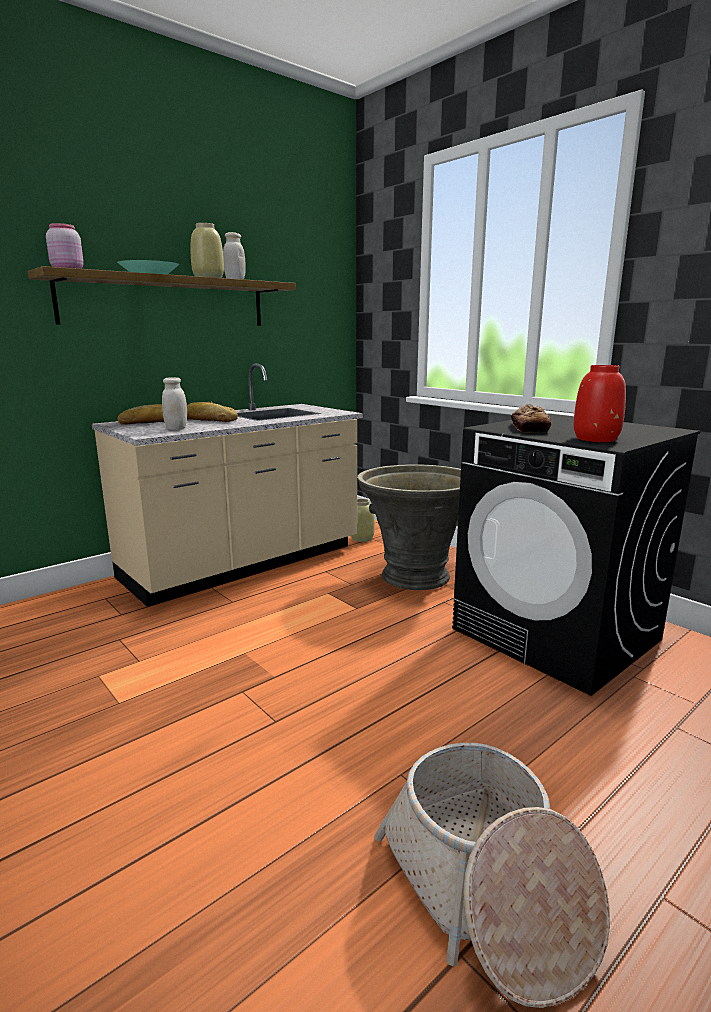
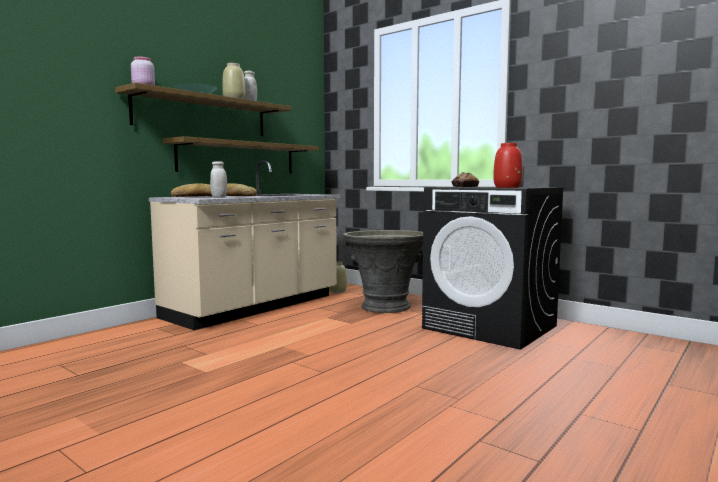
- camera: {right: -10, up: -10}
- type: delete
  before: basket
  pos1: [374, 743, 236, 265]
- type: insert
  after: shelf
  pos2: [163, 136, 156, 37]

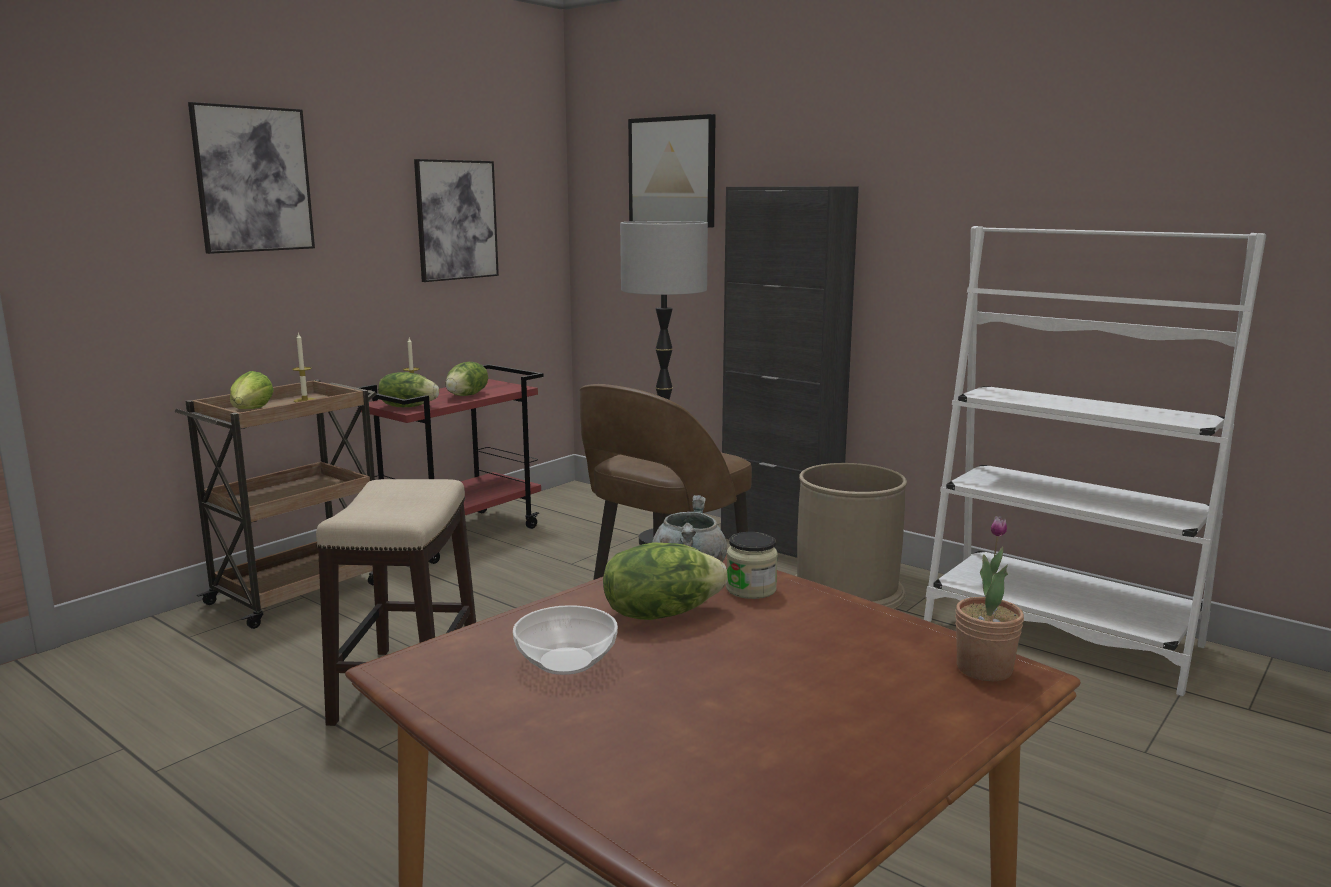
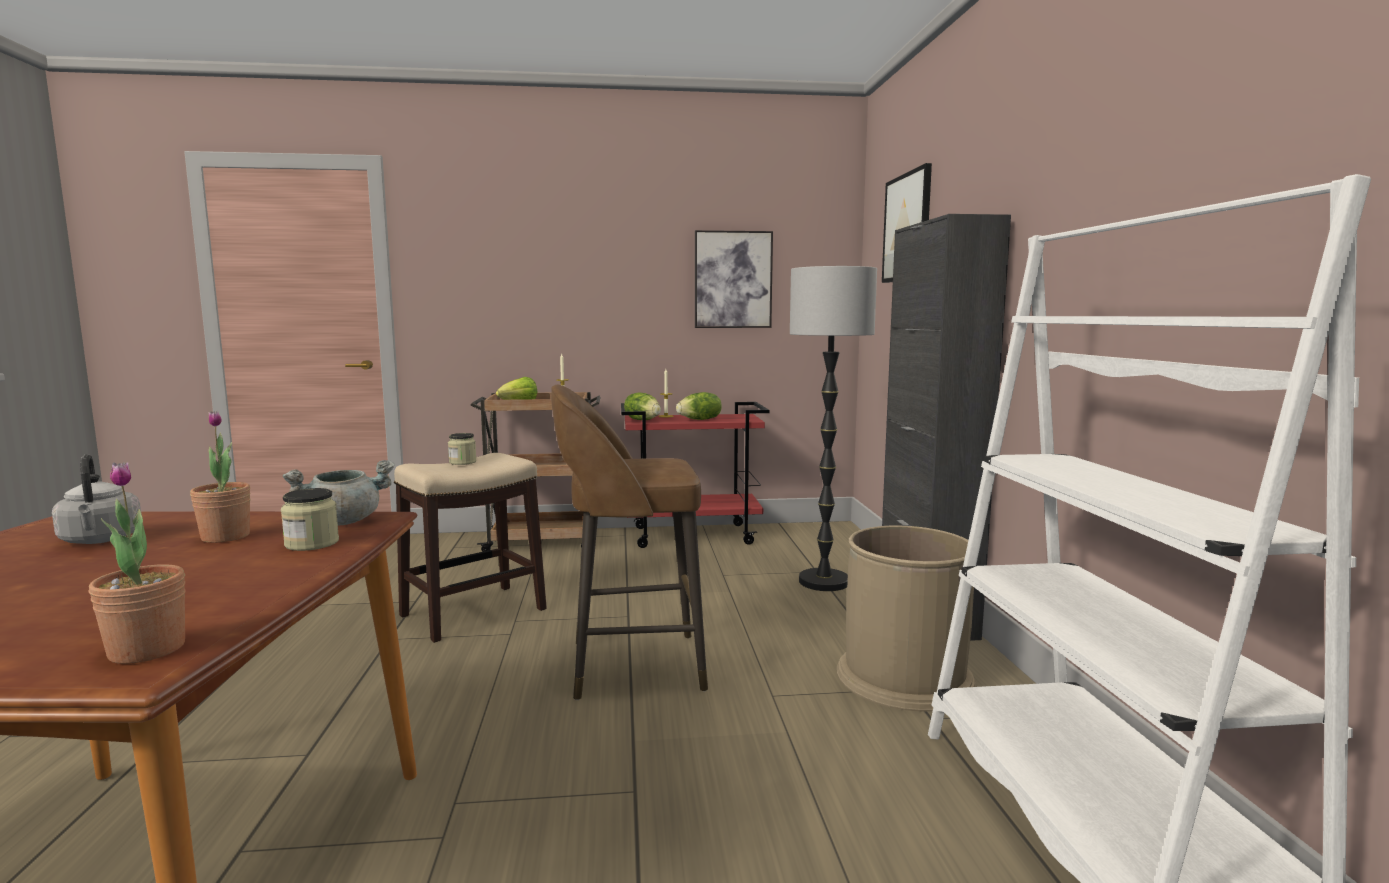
- camera: {right: 45, up: -5}
- type: delete
  before: picture
  pos1: [188, 102, 127, 152]
- type: replace
  before: lettuce
  after: potted plant
  pos1: [603, 542, 125, 78]
  pos2: [190, 411, 60, 132]
- type: replace
  before: bowl
  after: grey kettle
  pos1: [513, 605, 105, 70]
  pos2: [52, 454, 89, 90]
- type: insert
  after: jar
  pos2: [448, 433, 29, 32]

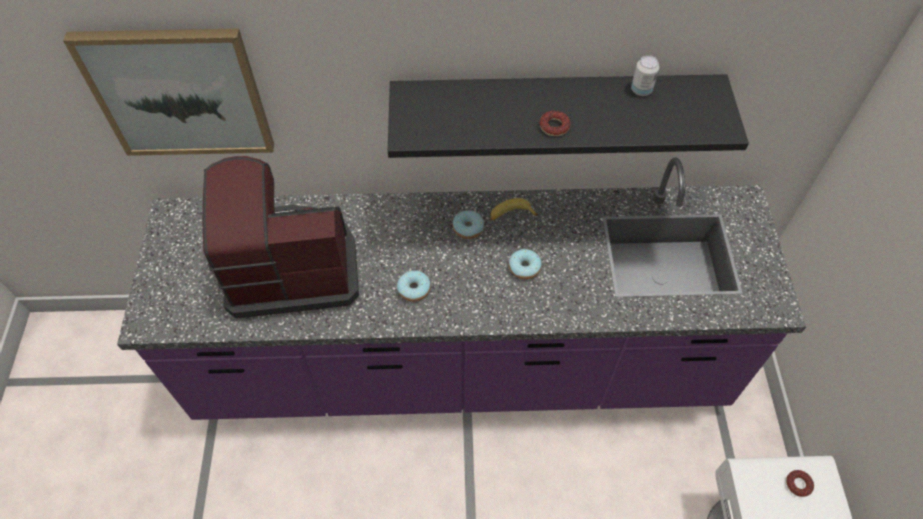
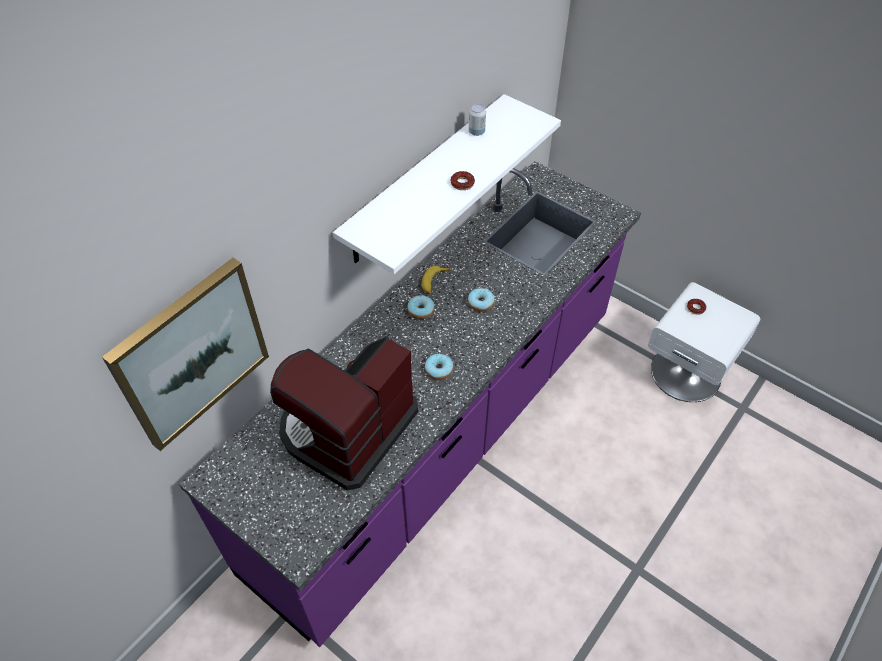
- camera: {right: -50, up: -5}
- type: recolor
  before: black shelf
  after: white shelf
  pos1: [388, 74, 361, 84]
  pos2: [333, 94, 228, 180]

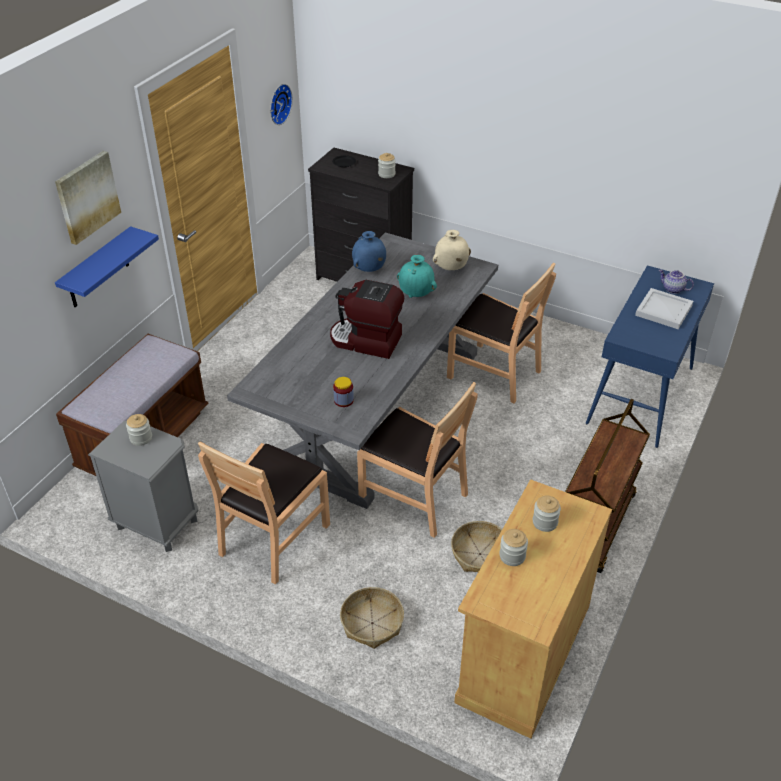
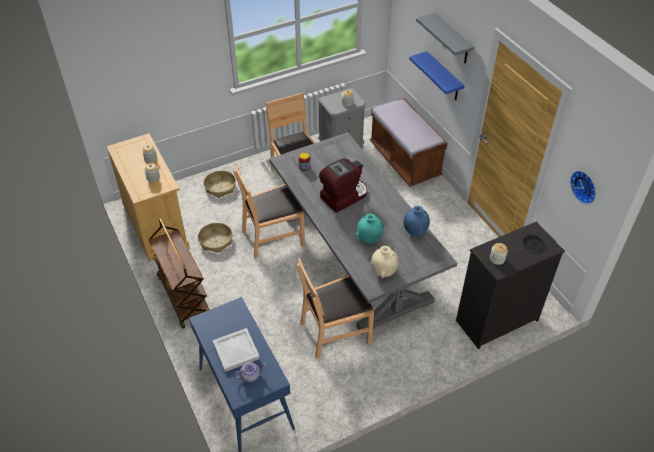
- camera: {right: 125, up: 5}
- type: replace
  before: picture
  after: grey shelf
  pos1: [55, 151, 66, 94]
  pos2: [416, 13, 59, 50]

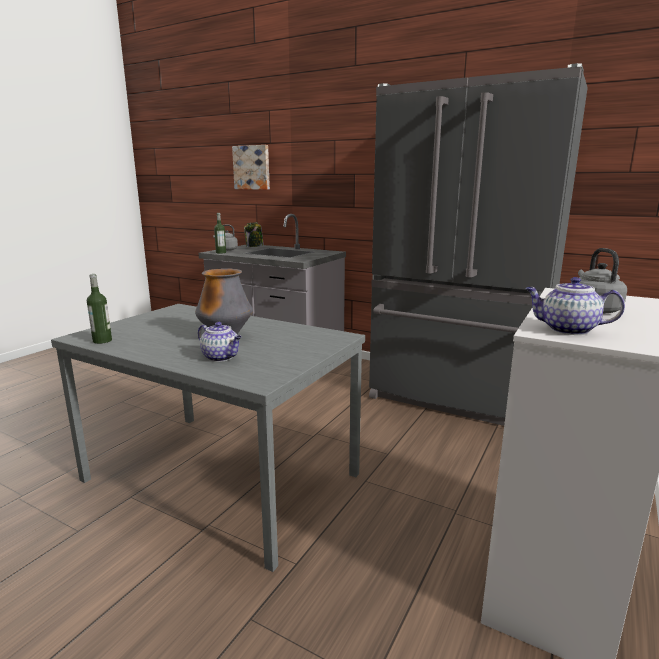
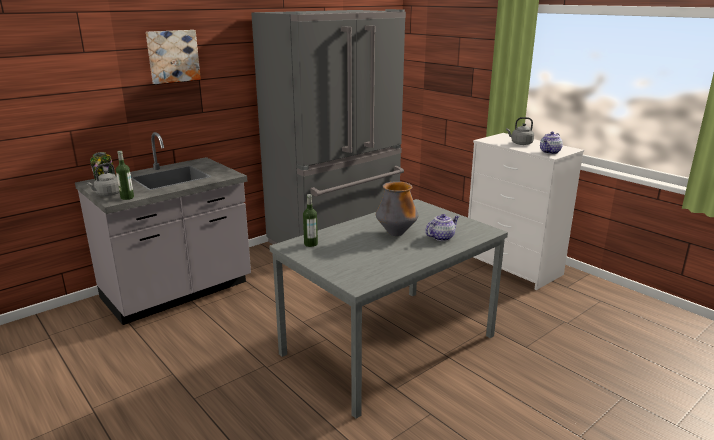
- camera: {right: -70, up: 5}
- type: move
  before: picture
  pos1: [232, 145, 38, 45]
  pos2: [146, 30, 55, 54]
- type: move
  before: bottle
  pos1: [87, 274, 25, 70]
  pos2: [303, 194, 15, 53]

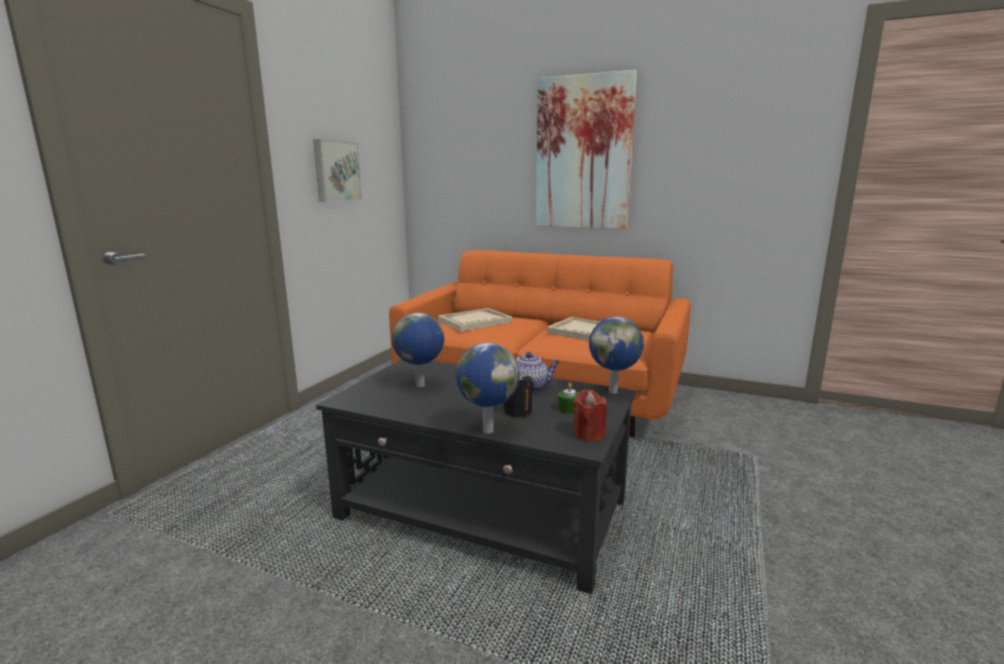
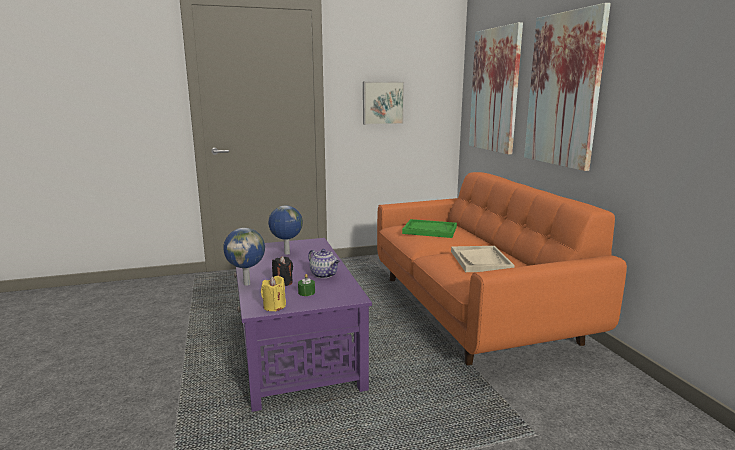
- camera: {right: 50, up: 0}
- type: recolor
  before: beige tray
  after: green tray
  pos1: [438, 308, 74, 24]
  pos2: [402, 219, 55, 19]
- type: delete
  before: globe
  pos1: [589, 317, 55, 77]
- type: recolor
  before: black coffee table
  after: purple coffee table
  pos1: [316, 359, 320, 235]
  pos2: [234, 238, 138, 174]
- type: recolor
  before: red candle
  after: yellow candle
  pos1: [573, 390, 34, 51]
  pos2: [261, 276, 25, 36]
- type: insert
  after: picture
  pos2: [469, 22, 54, 133]

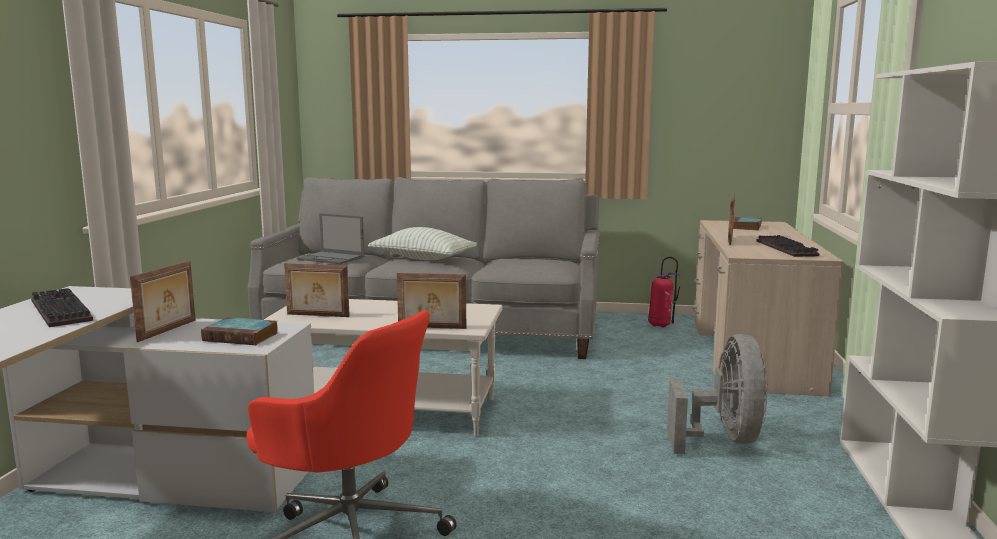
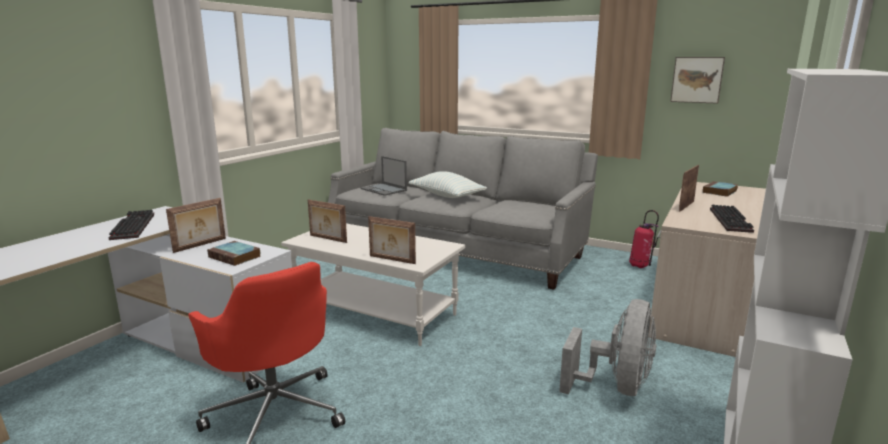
- camera: {right: 20, up: 5}
- type: insert
  after: picture
  pos2: [670, 57, 55, 47]

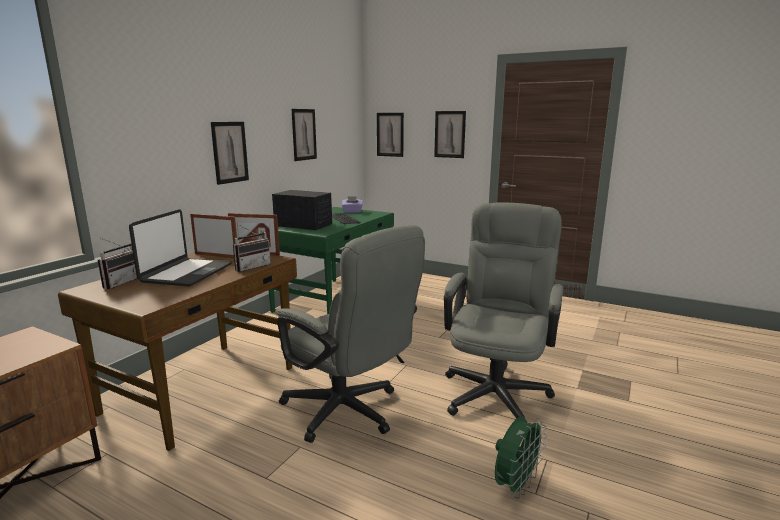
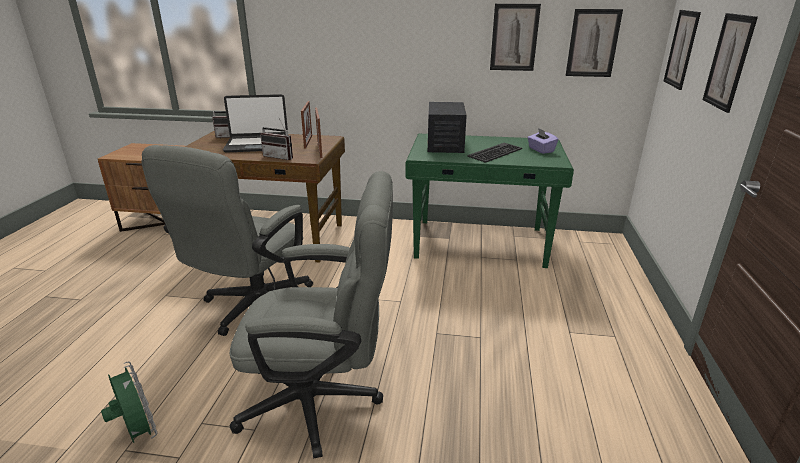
- camera: {right: 70, up: 10}
- type: move
  before: picture
  pos1: [211, 122, 38, 63]
  pos2: [566, 9, 57, 68]
- type: rotate
  before: green fan
  pos1: [495, 417, 52, 82]
  pos2: [101, 362, 56, 81]
  turn: -150

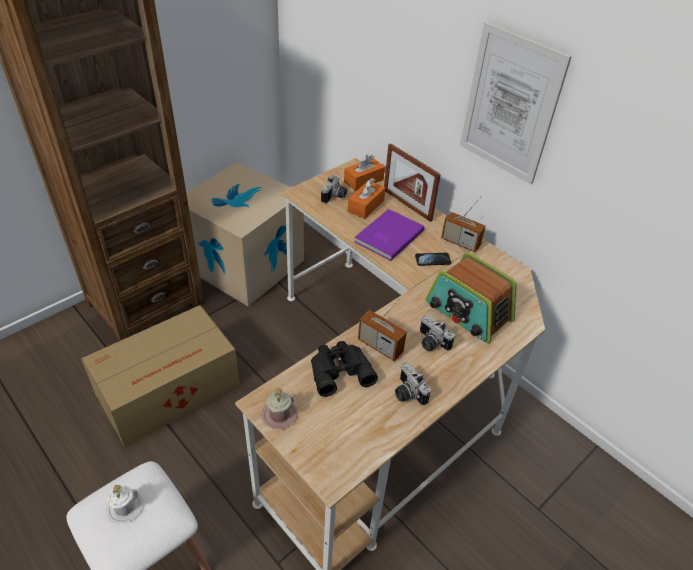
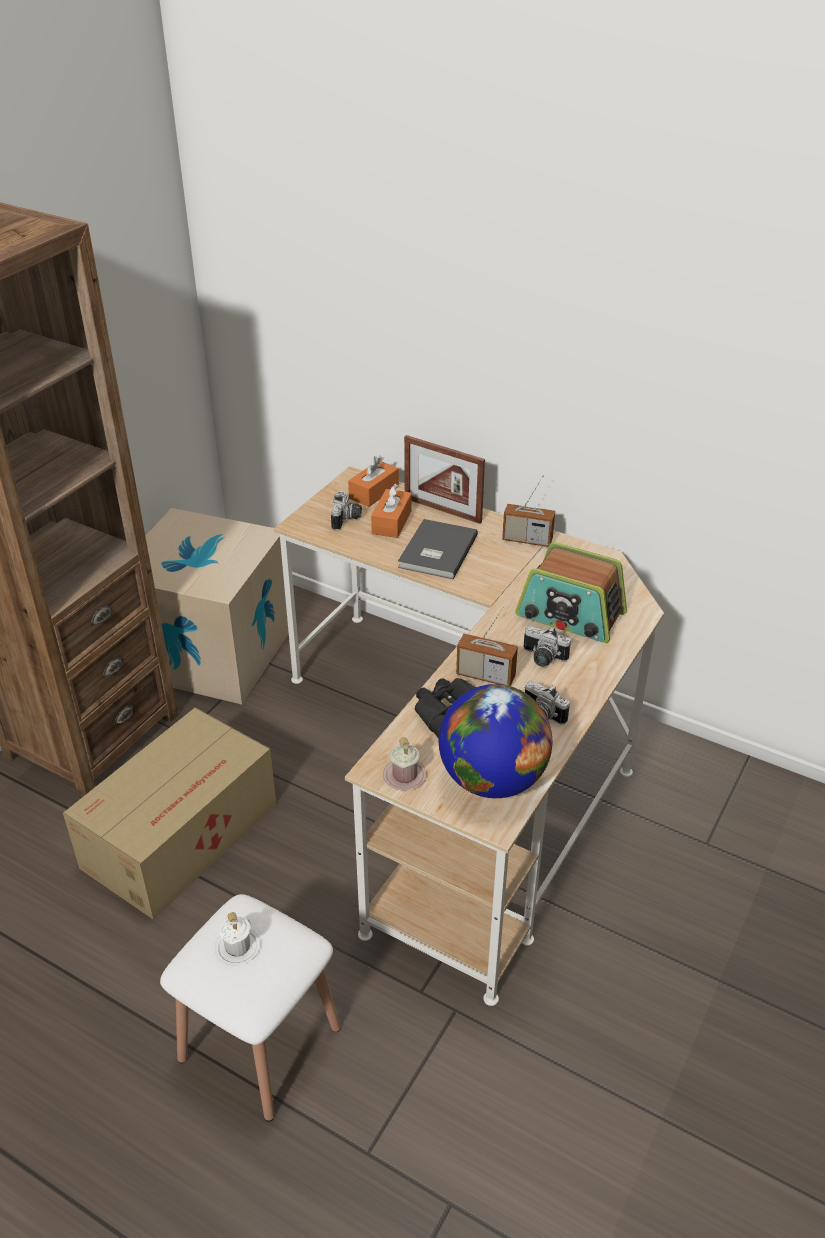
- camera: {right: -15, up: -5}
- type: delete
  before: picture
  pos1: [460, 22, 112, 162]
- type: recolor
  before: purple book
  after: grey book
  pos1: [354, 209, 71, 52]
  pos2: [398, 519, 80, 60]
- type: delete
  before: phone
  pos1: [415, 253, 36, 13]
- type: insert
  after: globe
  pos2: [439, 684, 113, 114]

